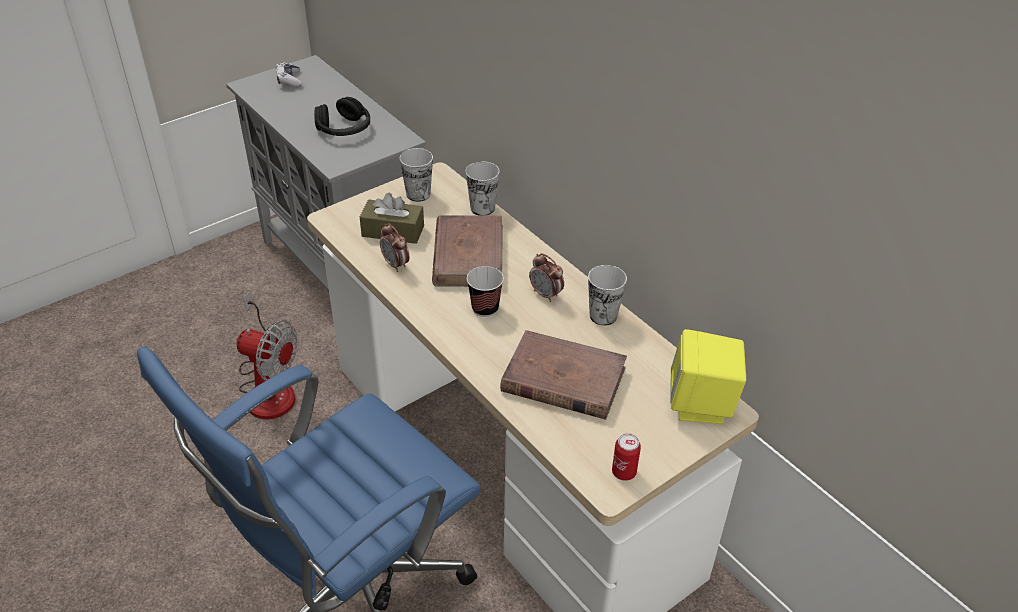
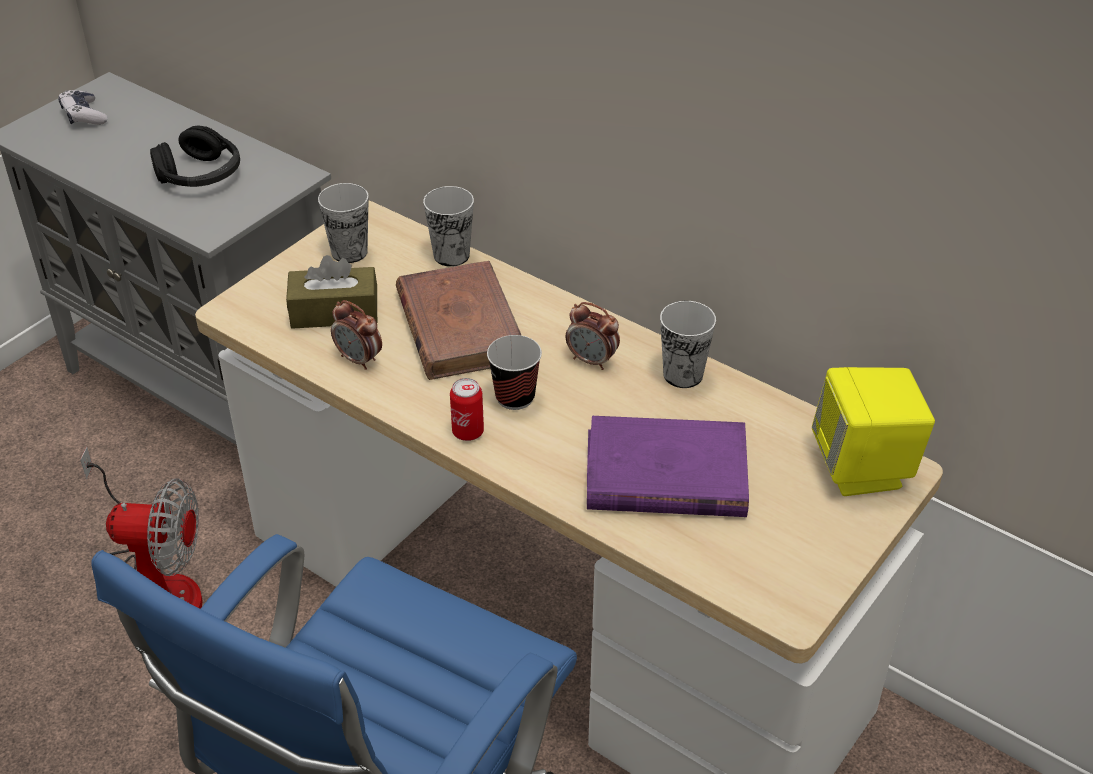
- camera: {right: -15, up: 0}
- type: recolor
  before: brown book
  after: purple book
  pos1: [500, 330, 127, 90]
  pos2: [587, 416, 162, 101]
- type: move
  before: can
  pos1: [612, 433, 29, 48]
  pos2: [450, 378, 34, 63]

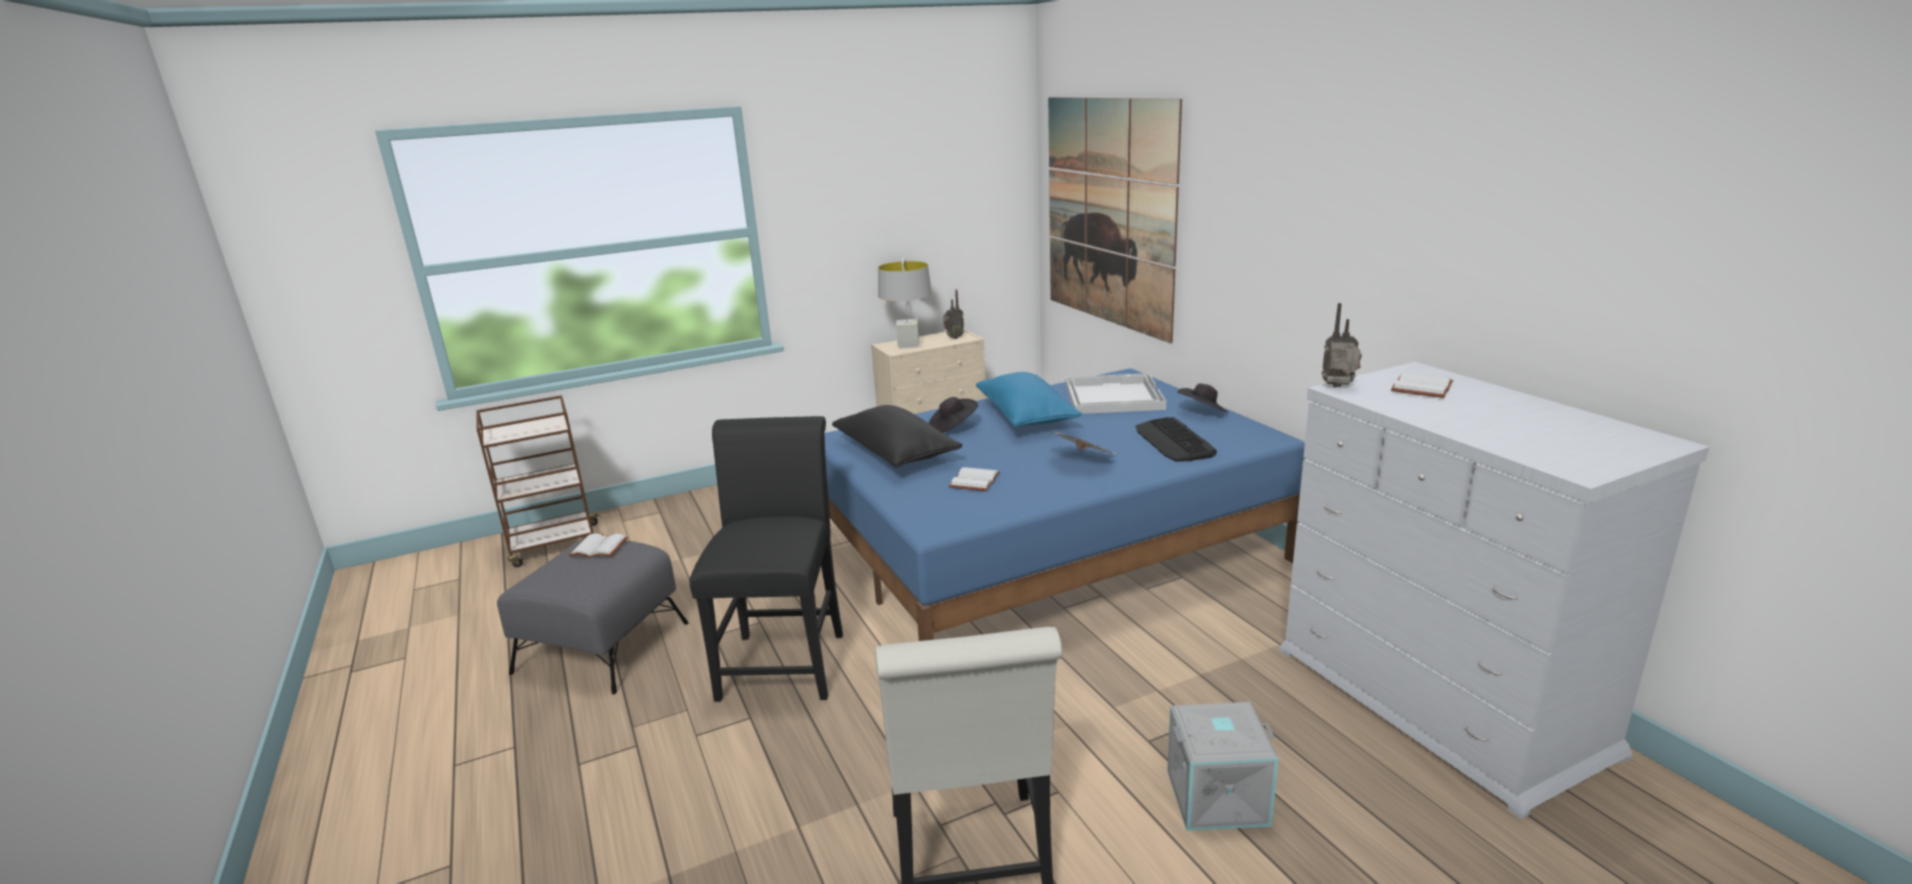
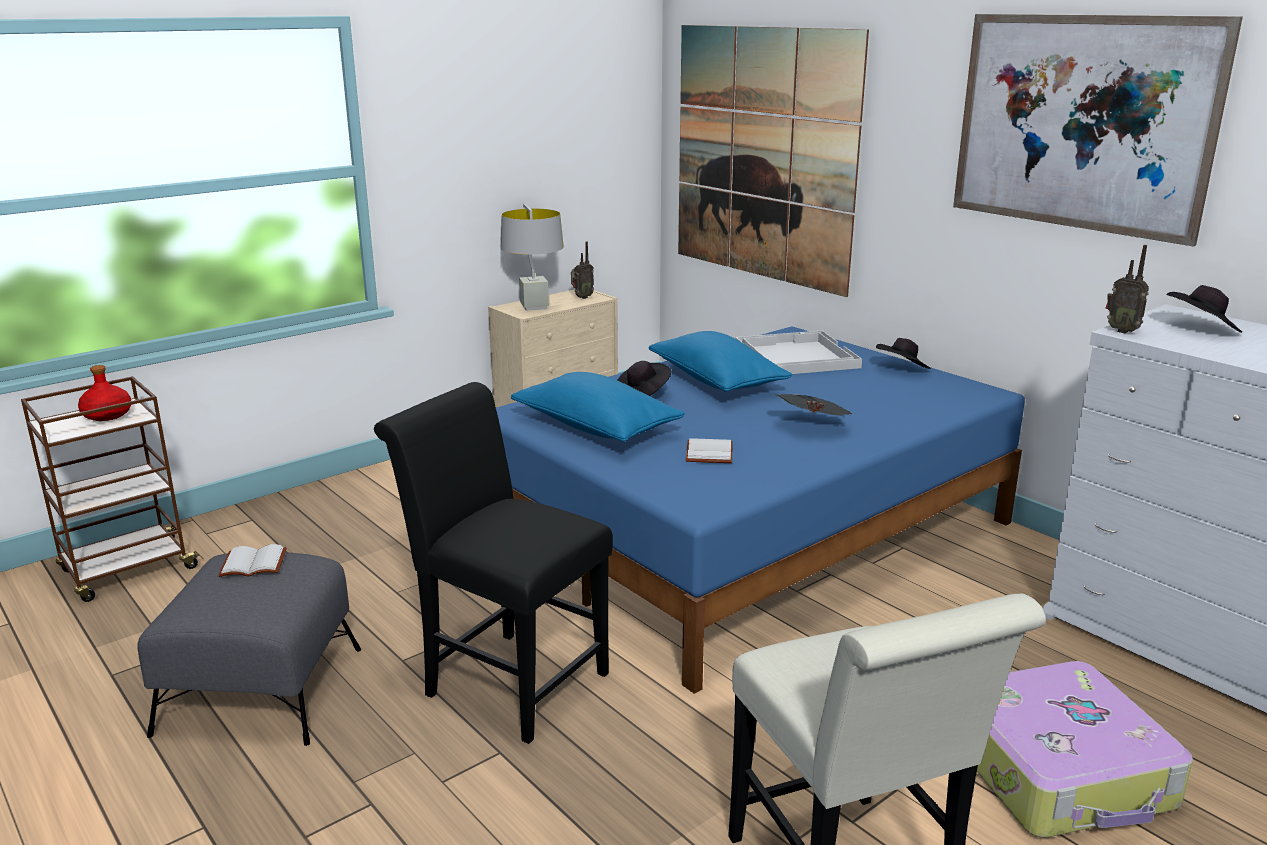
- camera: {right: -15, up: 0}
- type: rotate
  before: radio
  pos1: [1322, 303, 40, 84]
  pos2: [1106, 245, 43, 88]
  turn: -135
- type: replace
  before: white book
  after: black hat
  pos1: [1391, 372, 62, 26]
  pos2: [1166, 285, 76, 48]
- type: recolor
  before: black pillow
  after: blue pillow
  pos1: [832, 405, 130, 63]
  pos2: [511, 372, 174, 70]
- type: rotate
  before: black chair
  pos1: [690, 416, 153, 286]
  pos2: [374, 382, 239, 362]
  turn: -45
- type: delete
  before: keyboard
  pos1: [1136, 417, 81, 45]
- type: replace
  before: grey storage box
  after: suitcase
  pos1: [1167, 702, 112, 129]
  pos2: [977, 661, 216, 177]
- type: insert
  after: picture
  pos2: [953, 14, 290, 232]
- type: insert
  after: red bottle
  pos2: [78, 365, 53, 56]

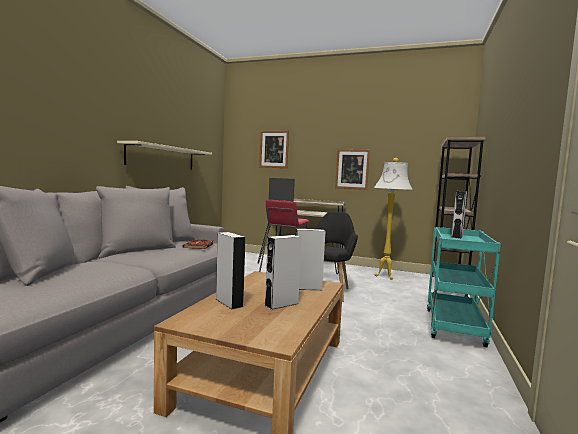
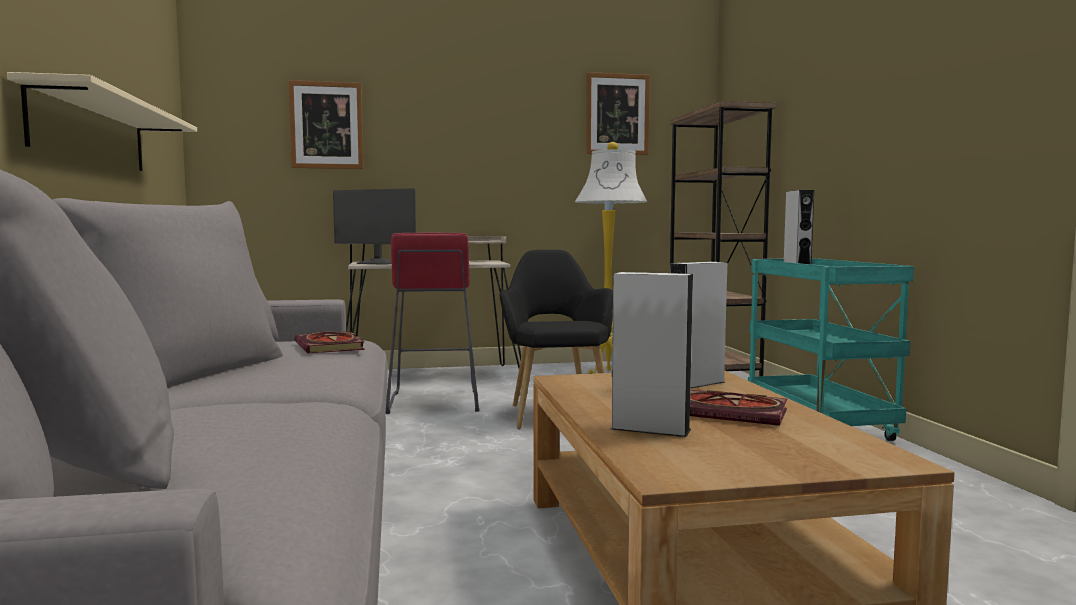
- camera: {right: -30, up: 0}
- type: move
  before: picture
  pos1: [335, 149, 35, 41]
  pos2: [586, 72, 64, 83]
- type: replace
  before: grey speaker
  after: book
  pos1: [264, 235, 38, 75]
  pos2: [690, 390, 97, 36]

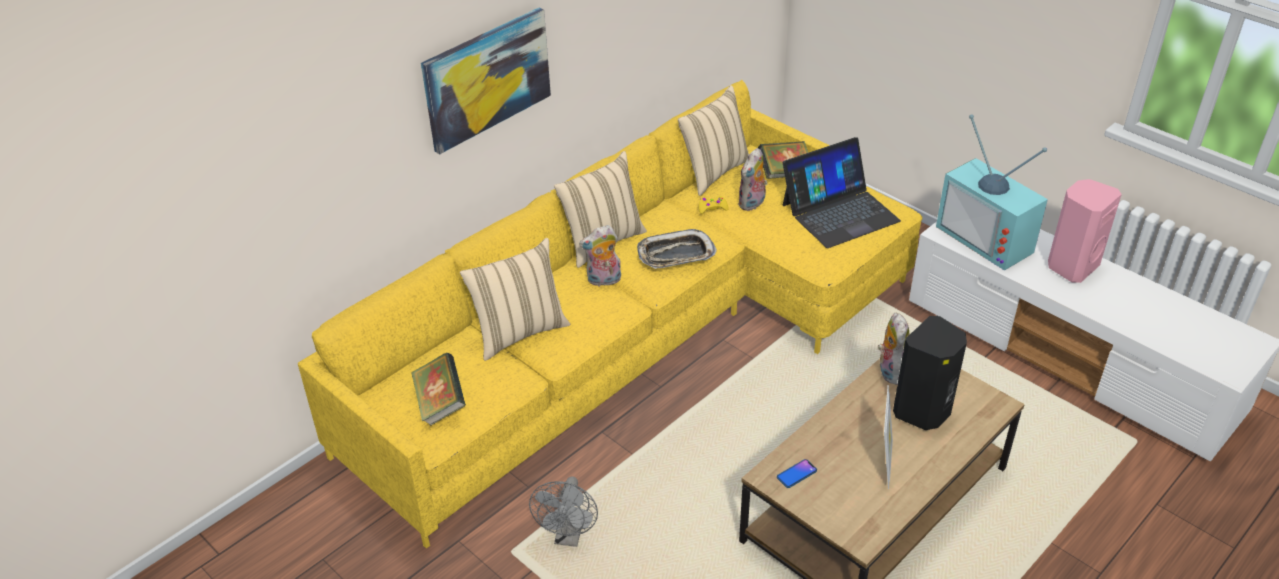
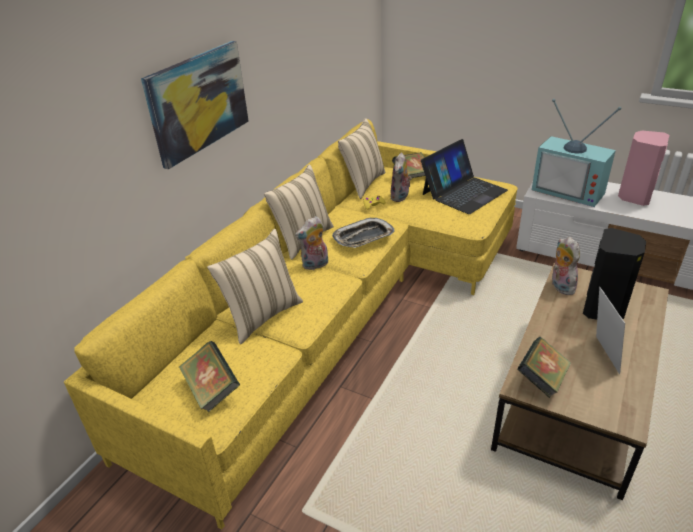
- camera: {right: -15, up: -5}
- type: replace
  before: phone
  after: book
  pos1: [777, 459, 40, 29]
  pos2: [517, 337, 54, 61]
- type: delete
  before: grey fan
  pos1: [529, 477, 69, 70]

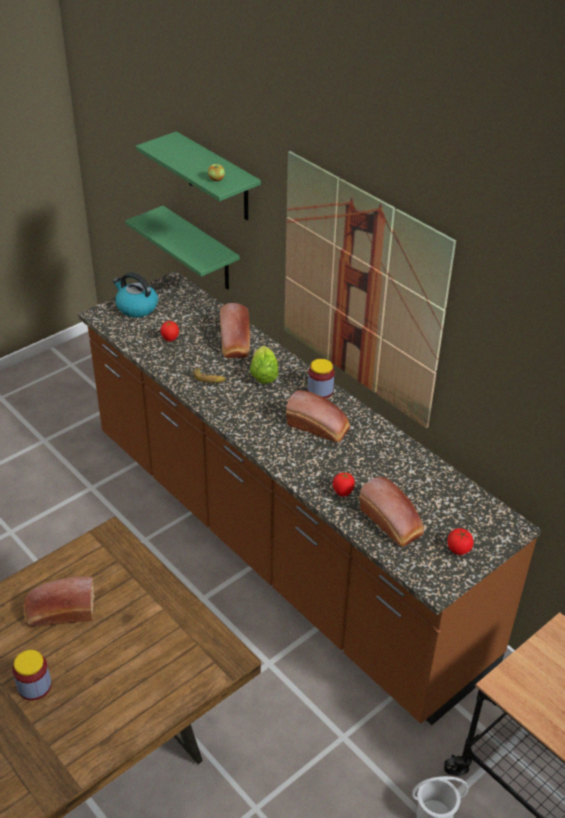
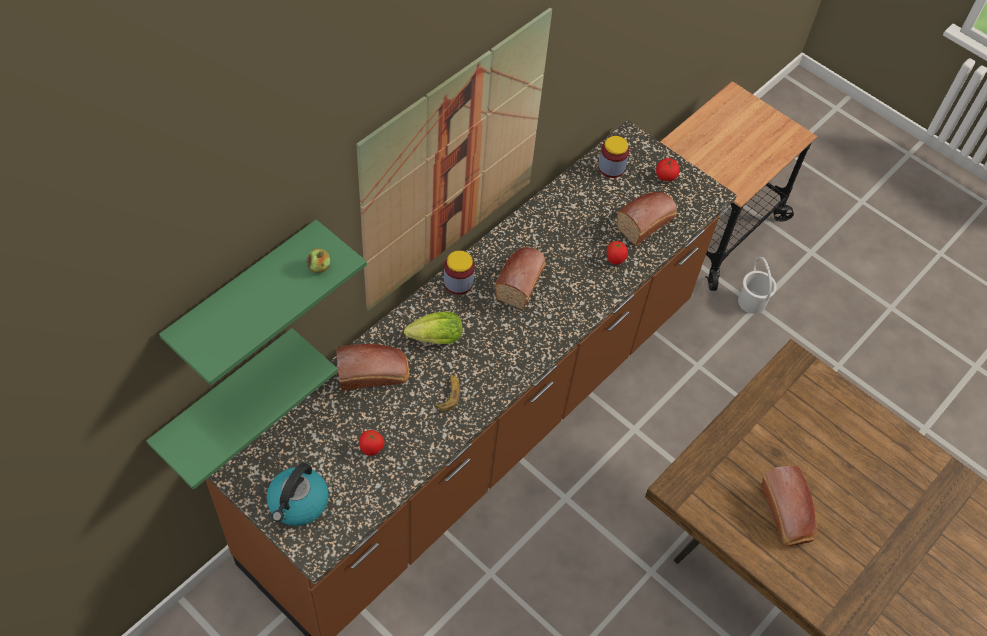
- camera: {right: -100, up: 15}
- type: move
  before: jar
  pos1: [12, 650, 39, 50]
  pos2: [598, 136, 31, 42]

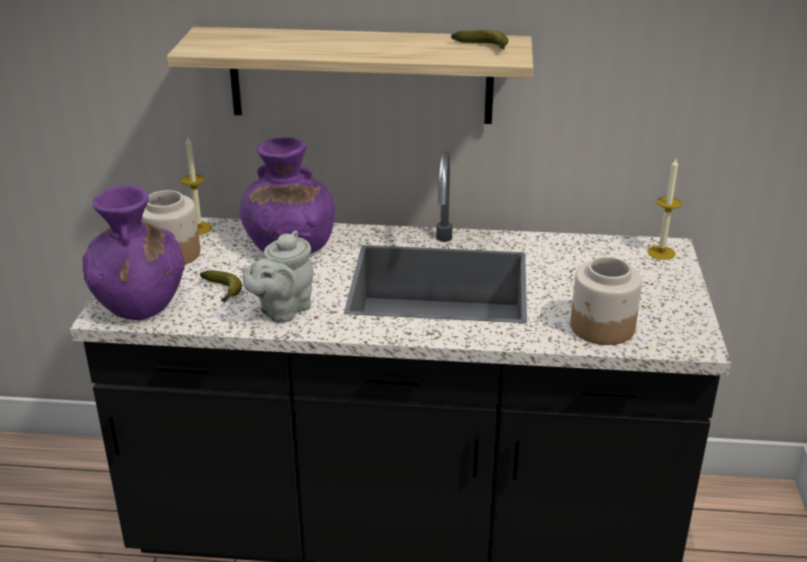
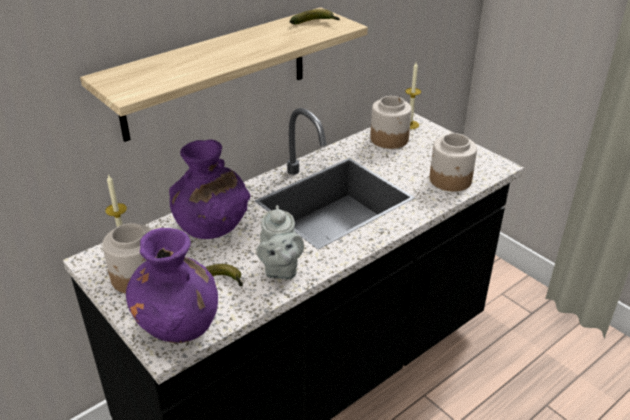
- camera: {right: -45, up: 5}
- type: insert
  after: jar
  pos2: [370, 96, 42, 53]

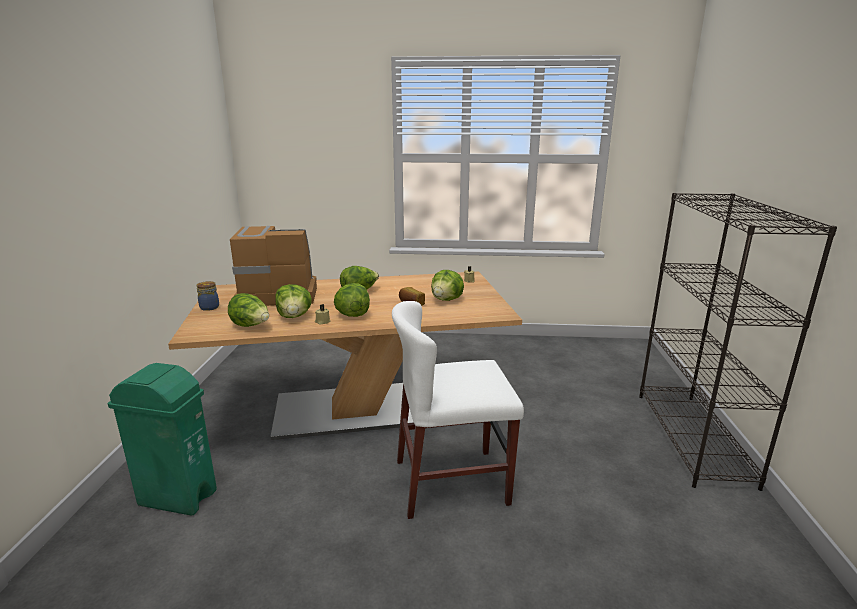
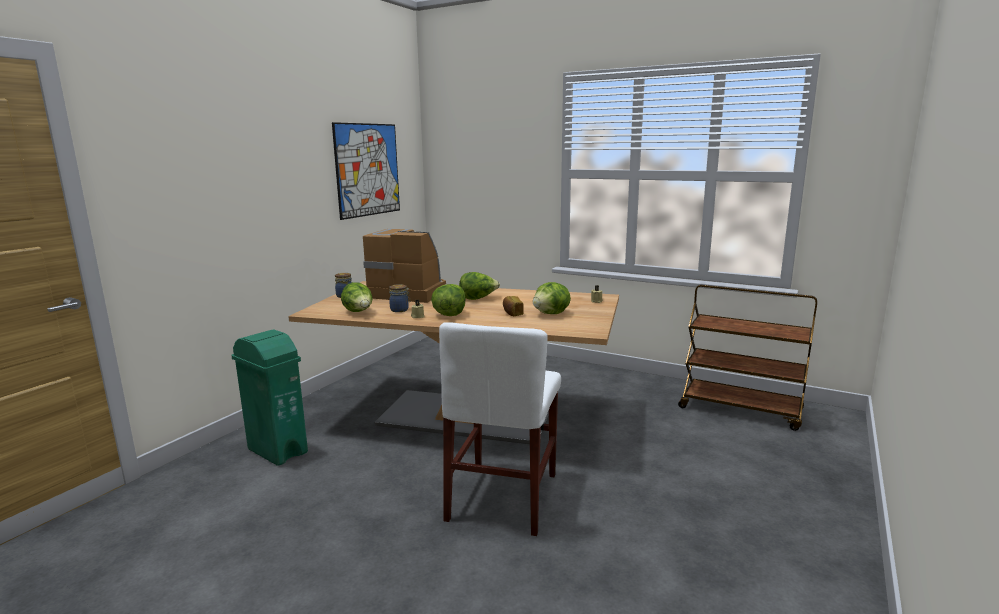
- camera: {right: 25, up: -5}
- type: delete
  before: black bookcase
  pos1: [639, 193, 198, 298]
- type: replace
  before: lettuce
  after: jar
  pos1: [275, 284, 37, 34]
  pos2: [389, 284, 21, 28]
- type: rotate
  before: white chair
  pos1: [392, 301, 132, 218]
  pos2: [439, 322, 122, 214]
  turn: -90
- type: insert
  after: picture
  pos2: [332, 122, 68, 98]
- type: insert
  after: brown cart
  pos2: [678, 285, 139, 146]

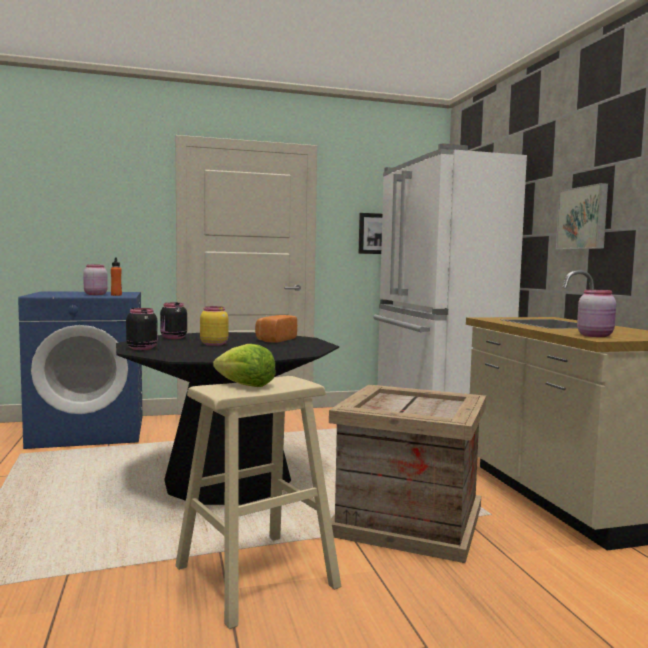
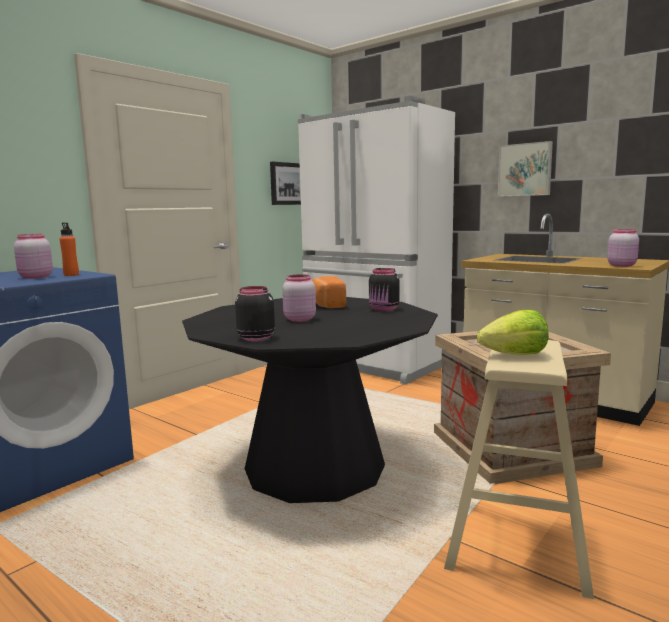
- camera: {right: -35, up: 5}
- type: move
  before: black jar
  pos1: [160, 303, 27, 36]
  pos2: [369, 268, 31, 43]
- type: recolor
  before: yellow jar
  after: pink jar
  pos1: [200, 306, 29, 40]
  pos2: [282, 274, 34, 48]

